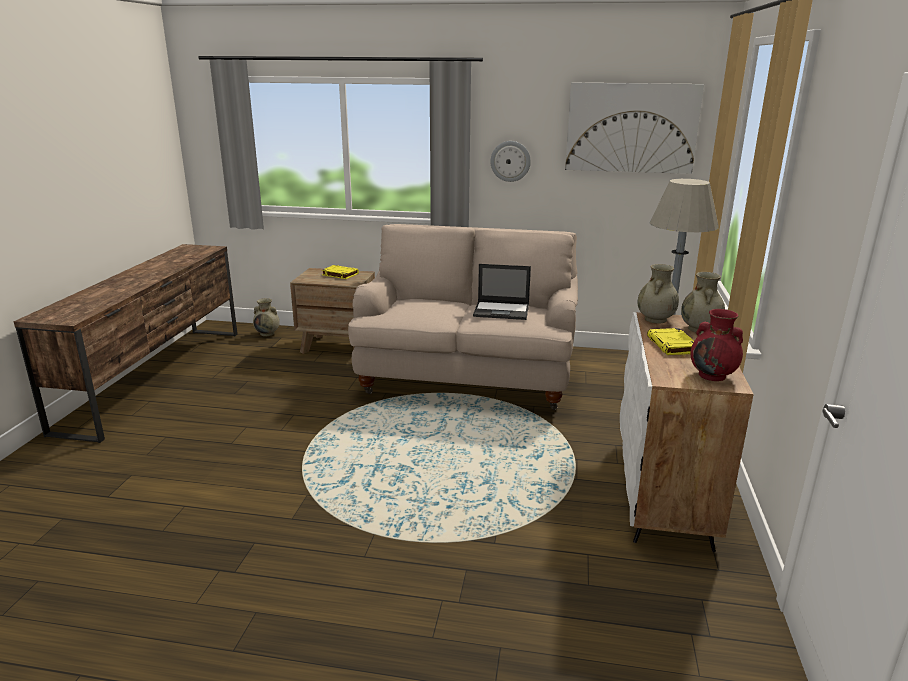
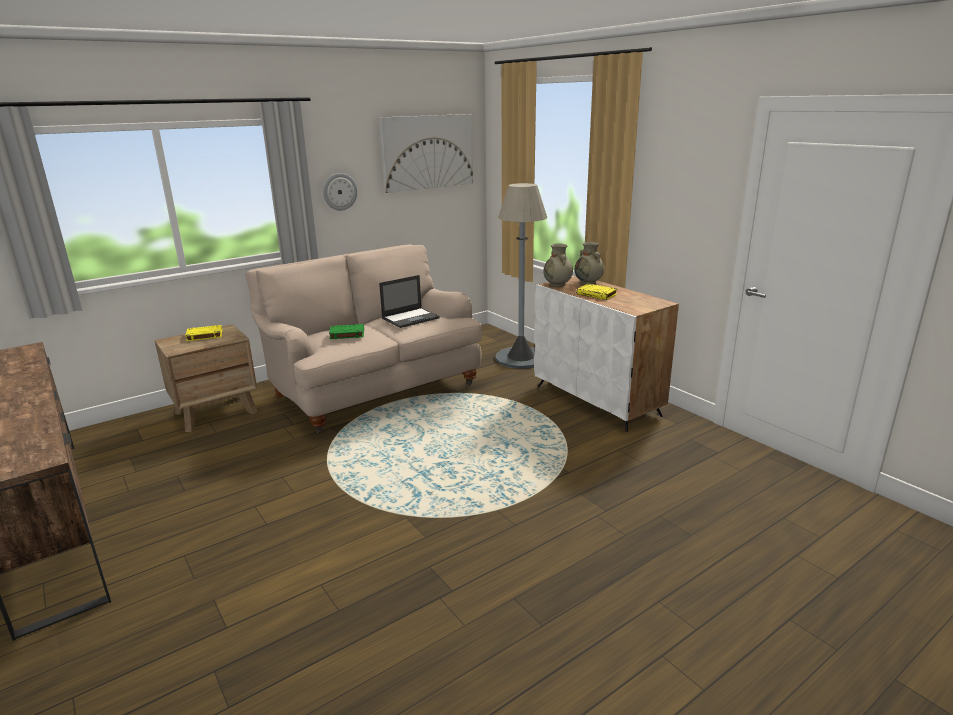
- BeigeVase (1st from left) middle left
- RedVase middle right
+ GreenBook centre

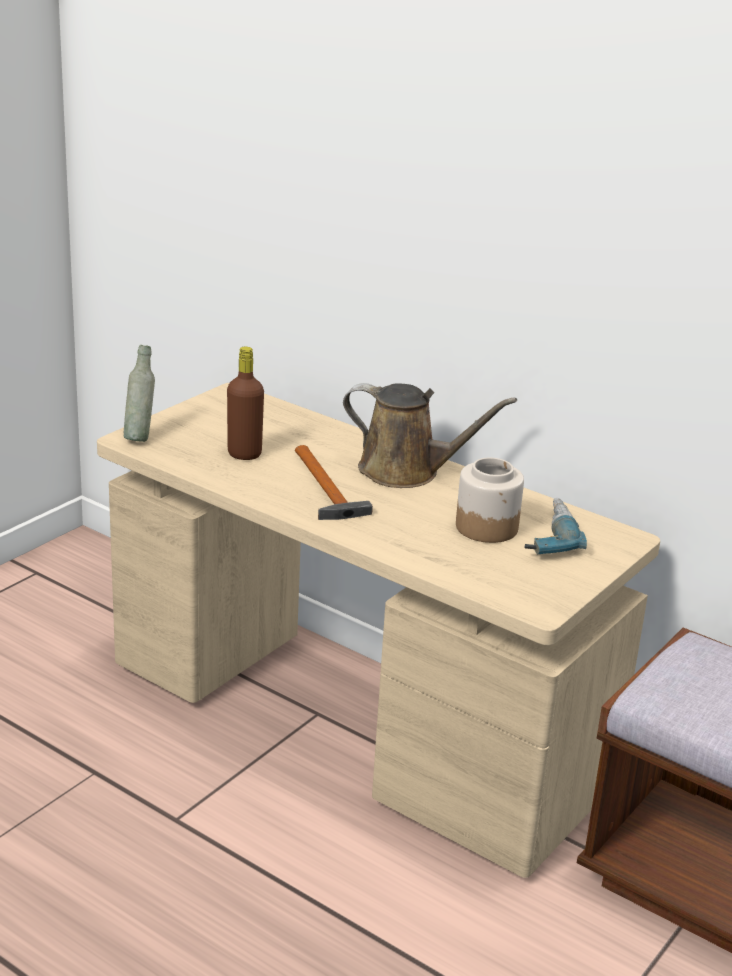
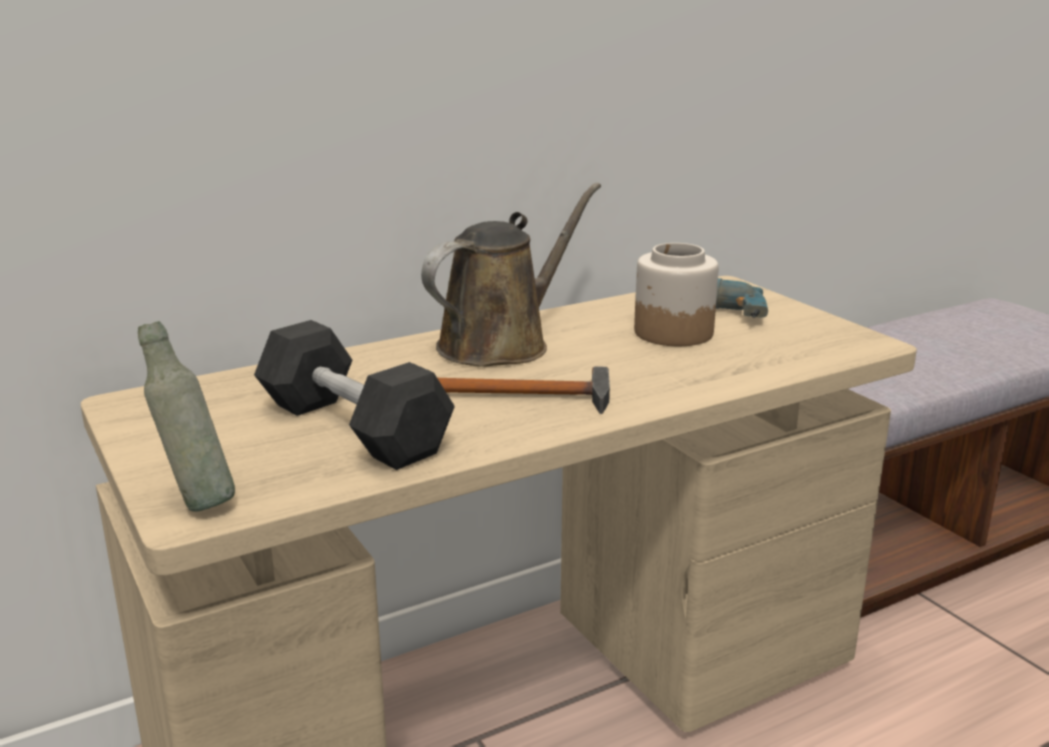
~ BrownBottle centre to GreyDumbbell centre

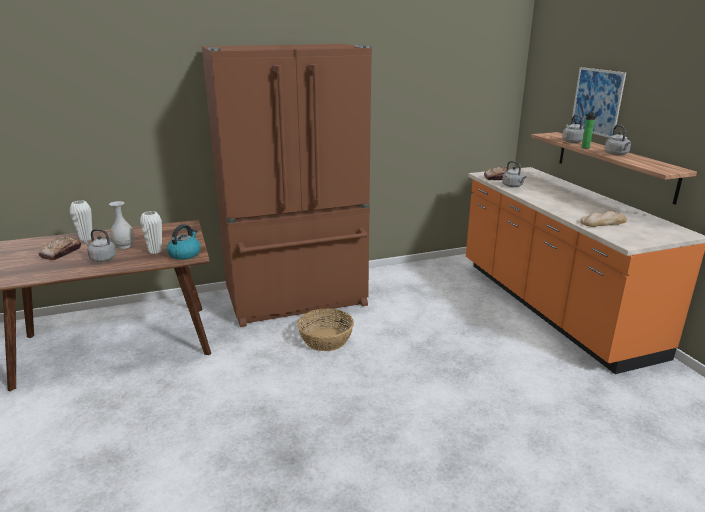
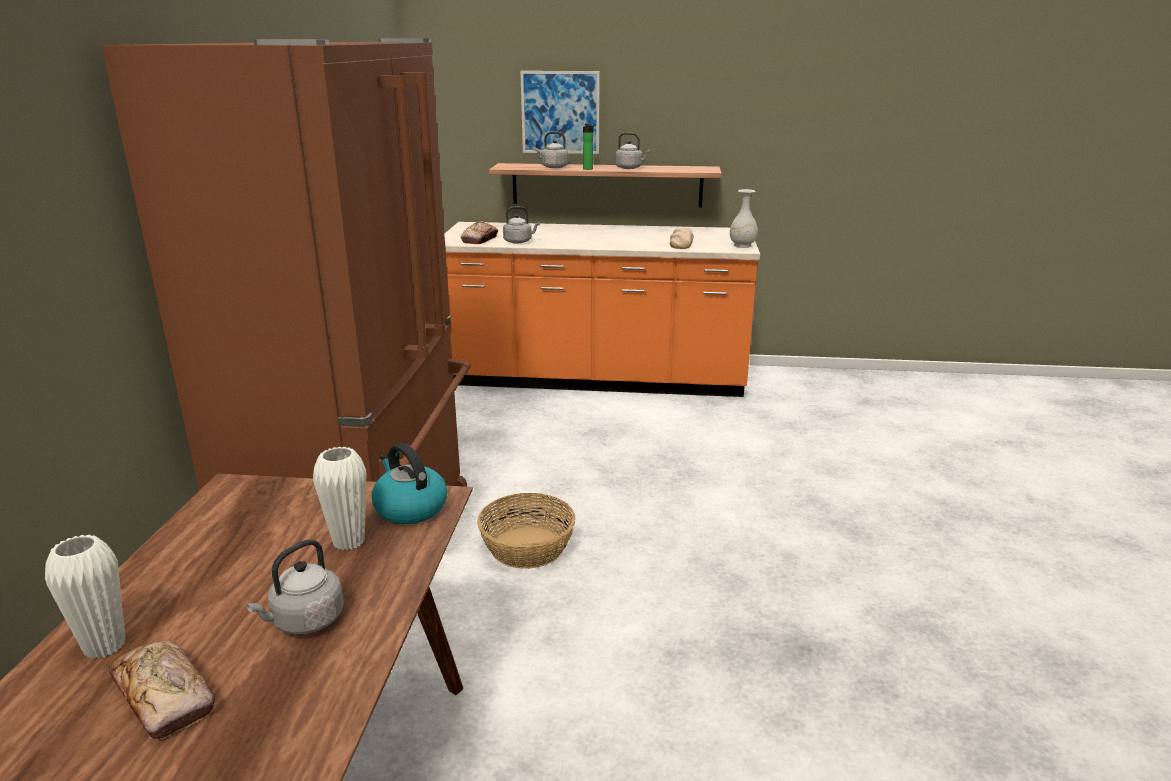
~ WhiteVase (2nd from left in the first image) middle left to WhiteVase (3rd from left) top centre

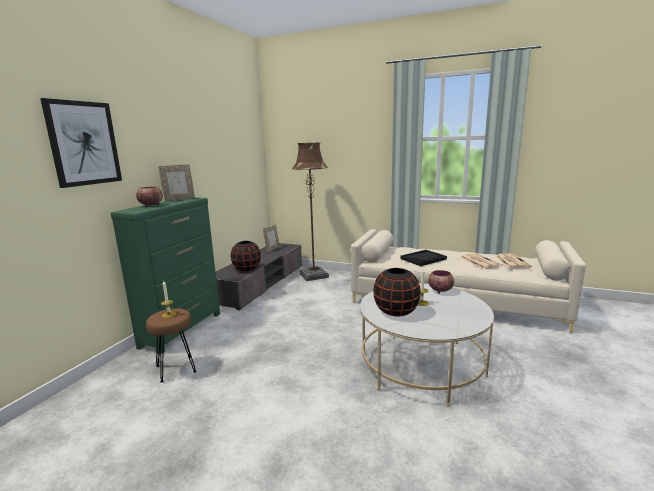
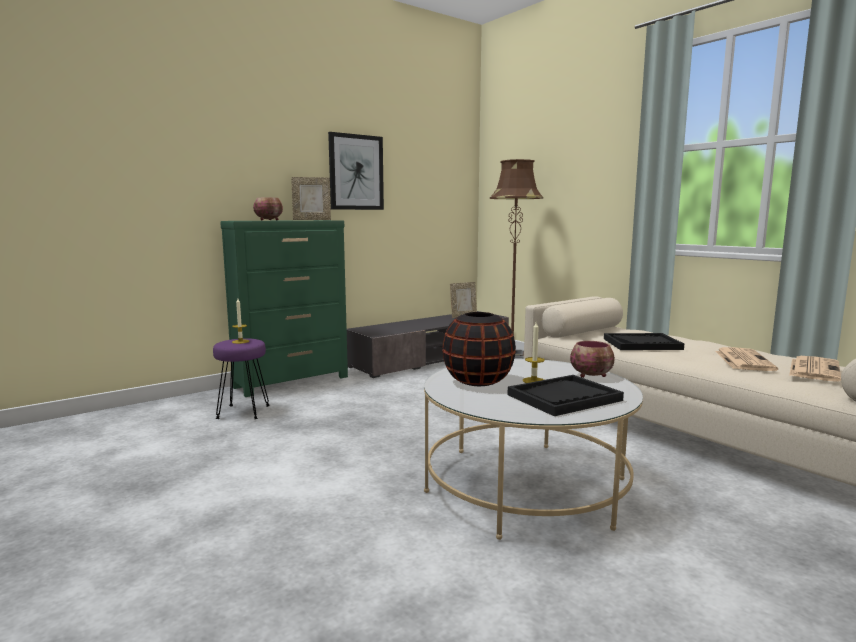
~ Picture top left to top centre
- BlackVase (1st from left) centre
~ BrownStool bottom left to PurpleStool middle left
+ BlackTray (1st from left) centre

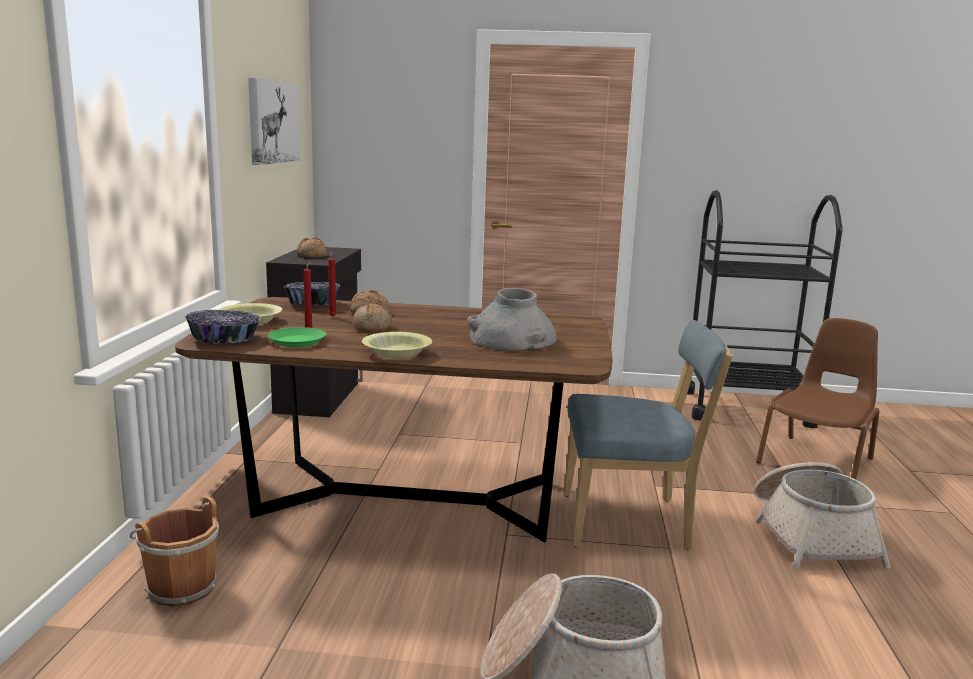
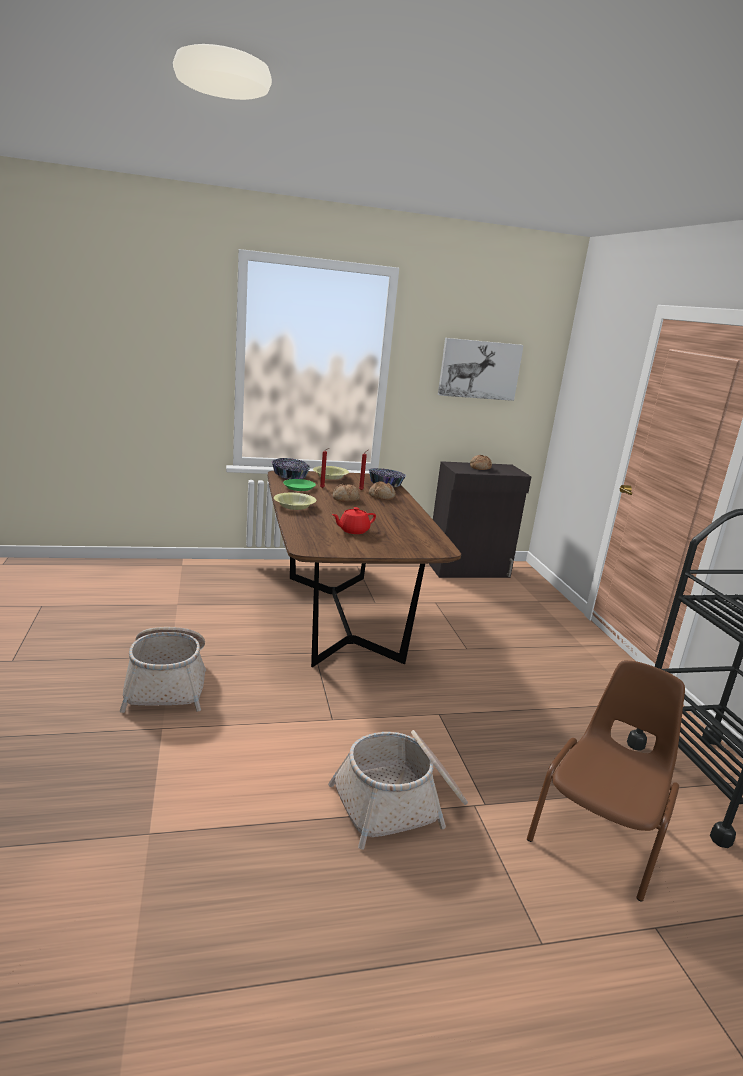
~ GreyVase centre to RedTeapot centre
~ BrownChair middle right = bottom right 75 degrees counterclockwise
- BlueChair centre
- BrownBucket bottom left

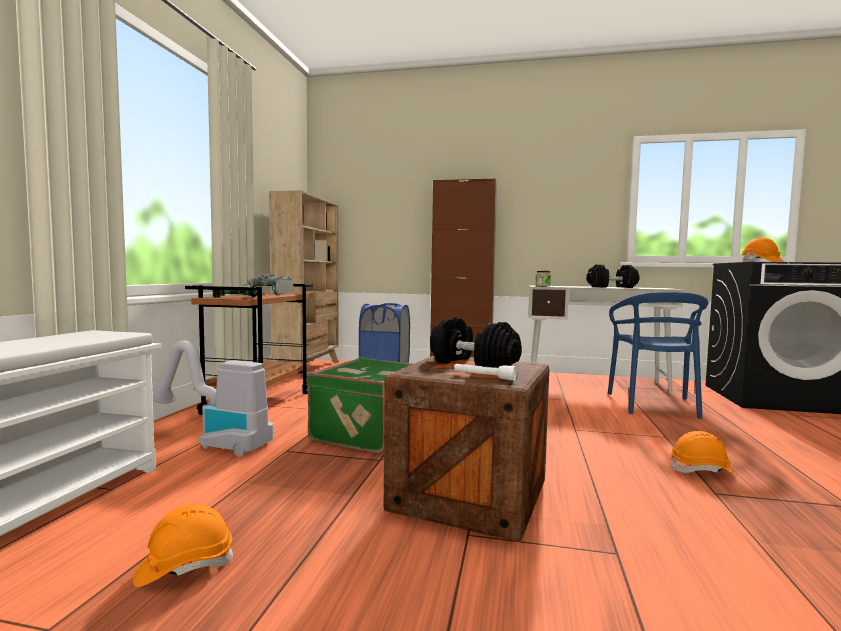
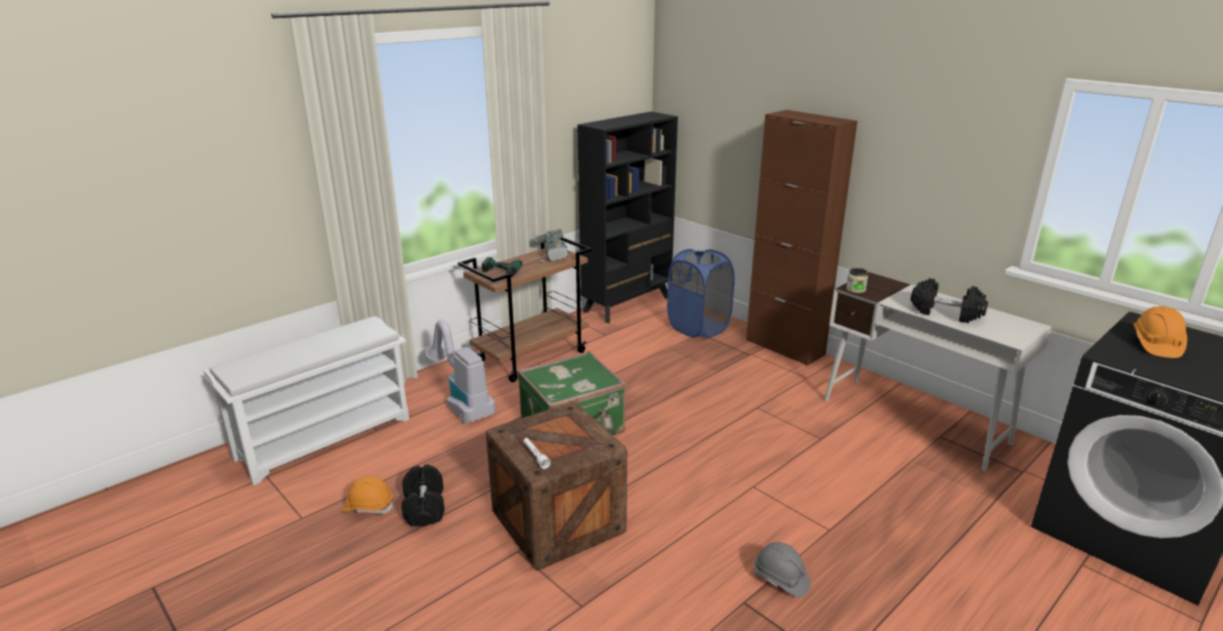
~ BeigeBookcase centre to BlackBookcase centre
- BlueChair middle right
~ BlackDumbbell (1st from left) centre to bottom centre
~ OrangeHardHat (2nd from left) bottom right to GreyHardHat bottom centre

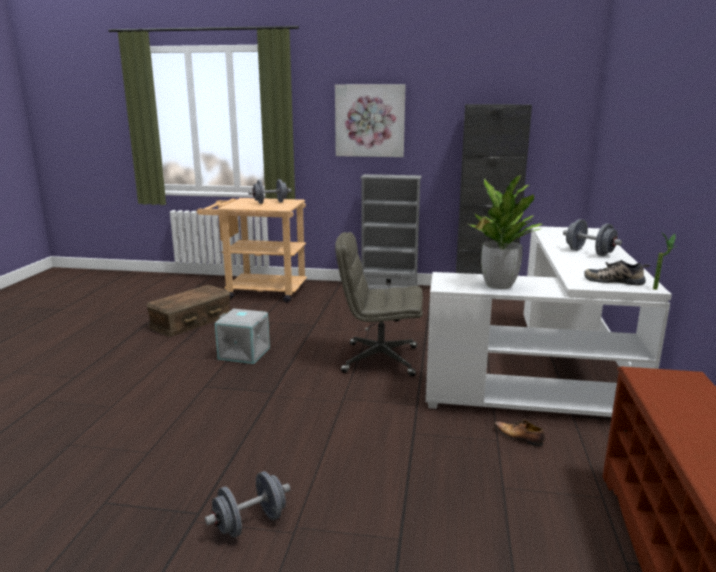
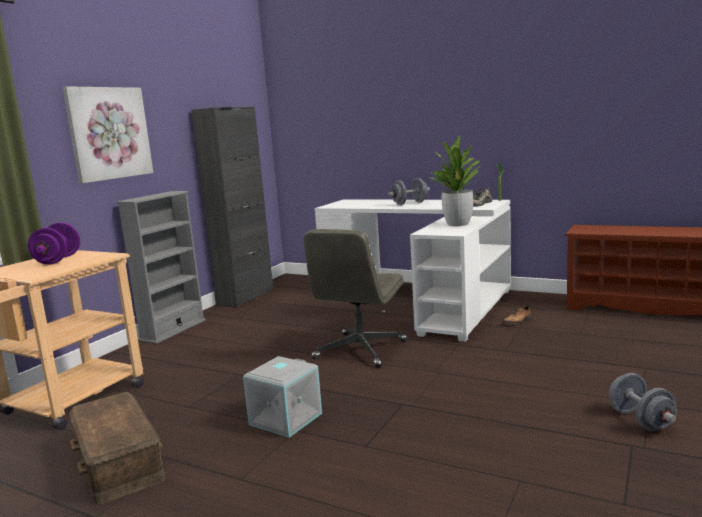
~ GreyDumbbell (2nd from left) centre to PurpleDumbbell middle left

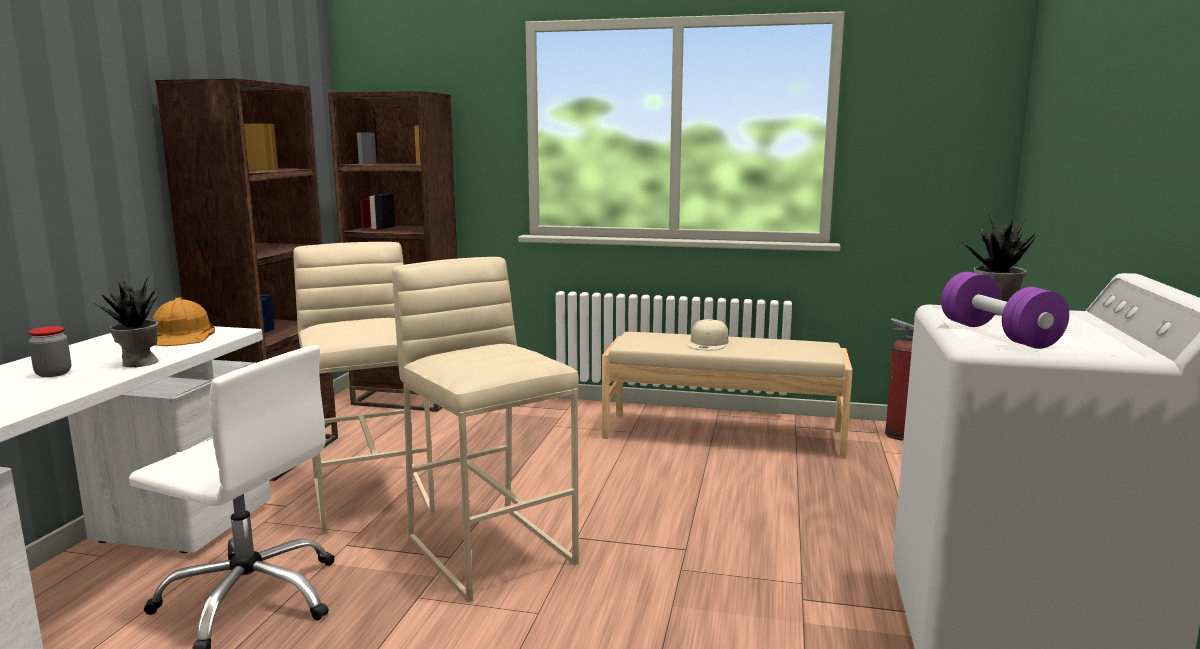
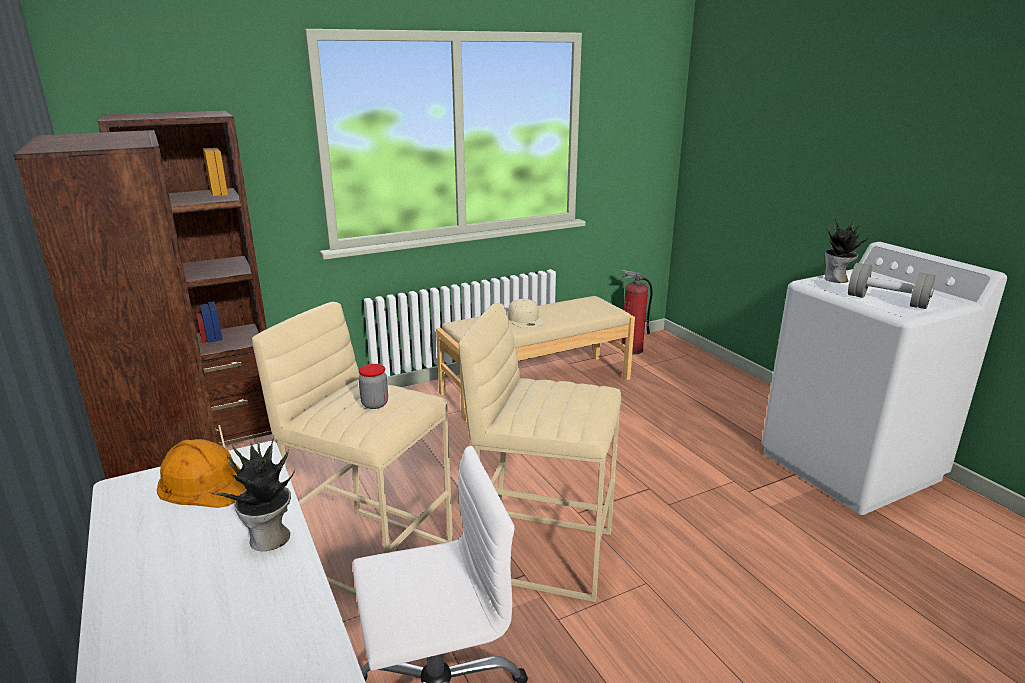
~ PurpleDumbbell middle right to GreyDumbbell middle right
~ Jar middle left to centre

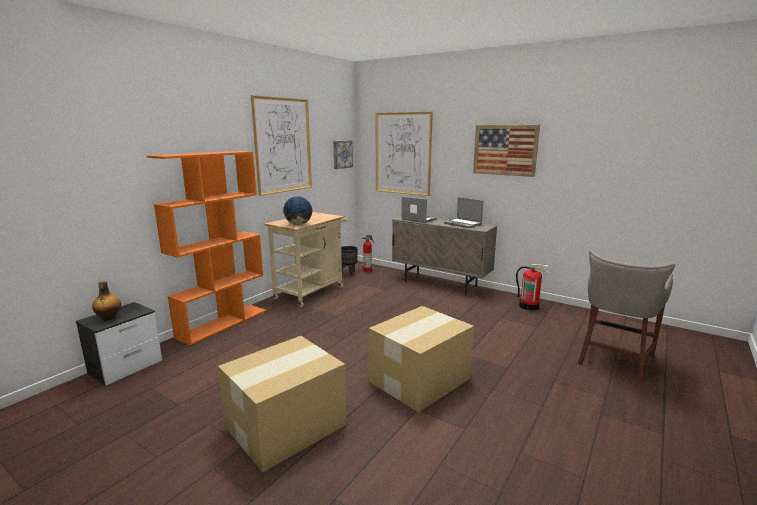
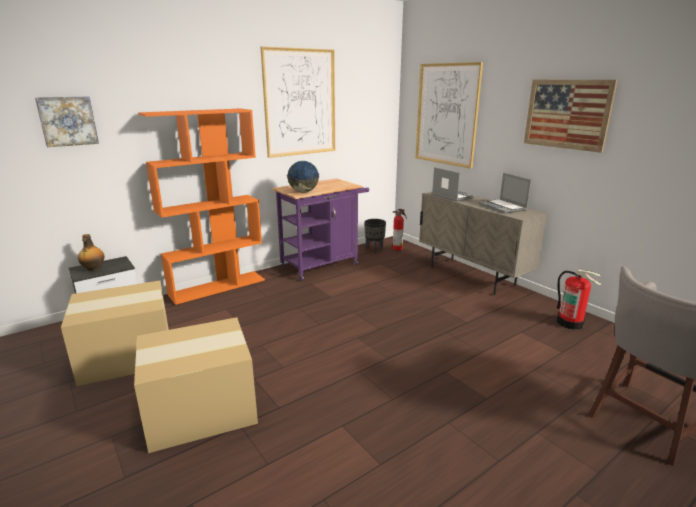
~ Picture (2nd from left in the first image) top centre to Picture (1st from left) top left
~ BeigeCart centre to PurpleCart centre
~ CardboardBox (2nd from left in the first image) bottom centre to CardboardBox (1st from left) middle left

